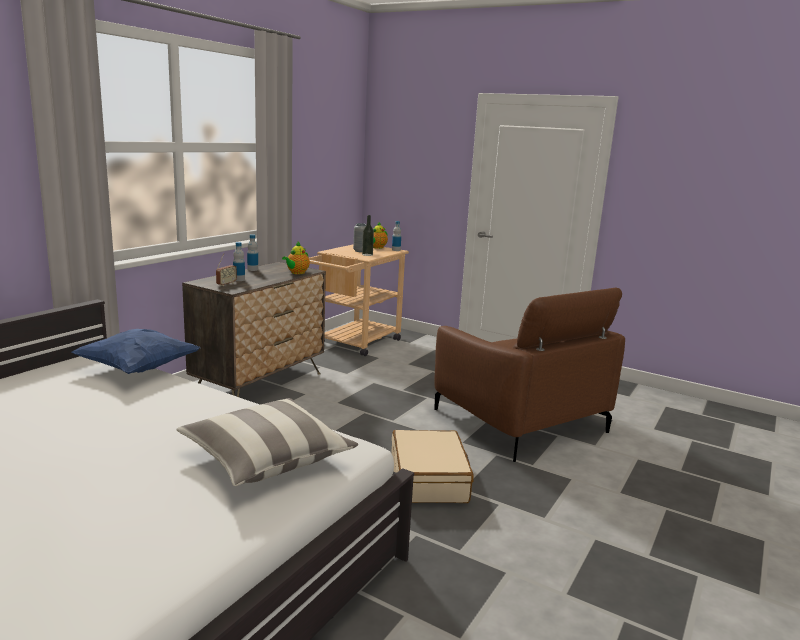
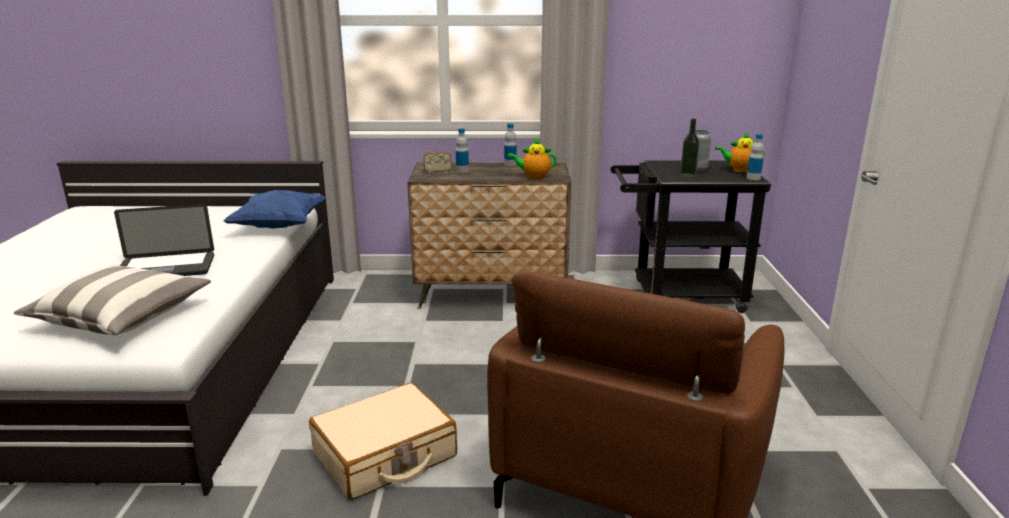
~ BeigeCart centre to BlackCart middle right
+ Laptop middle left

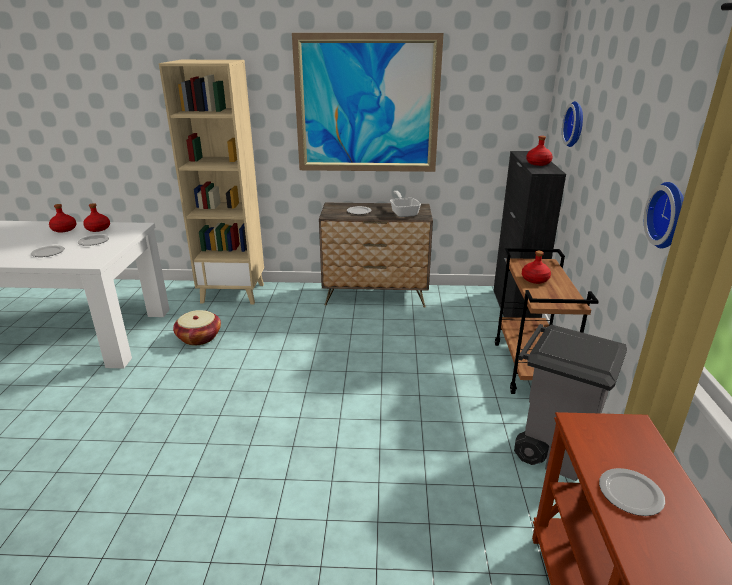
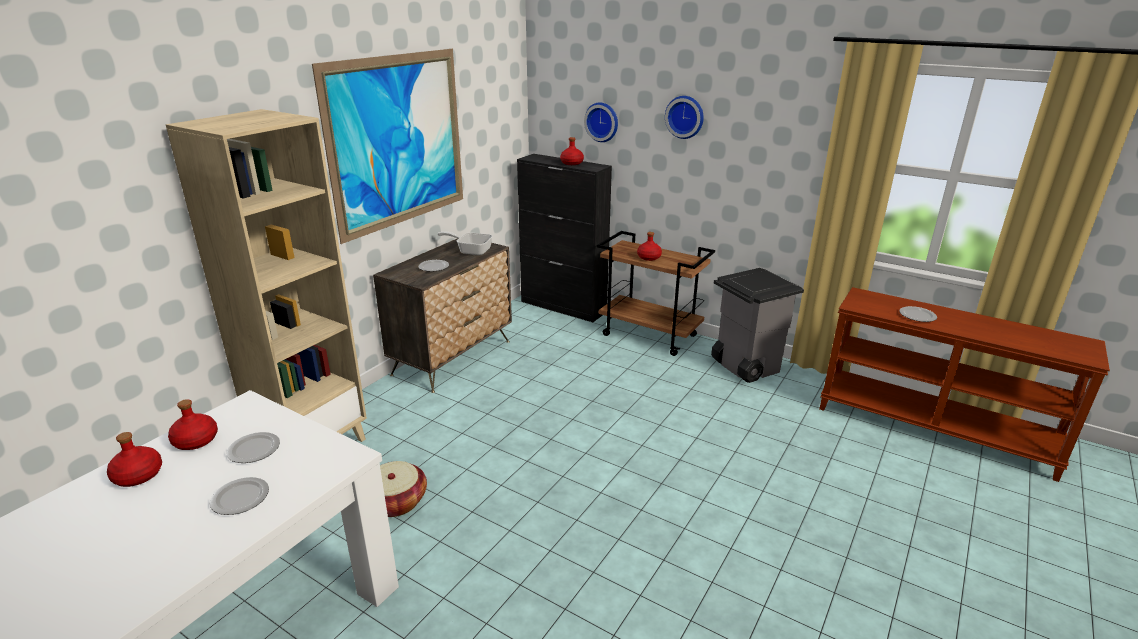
~ WallClock (2nd from left) middle right to top centre

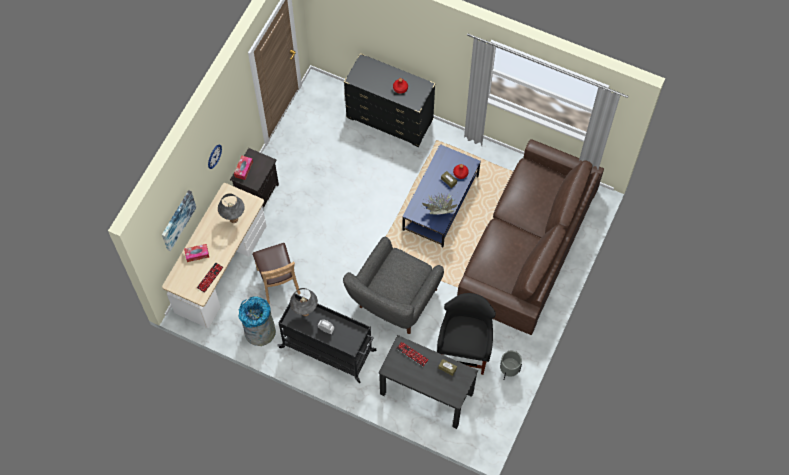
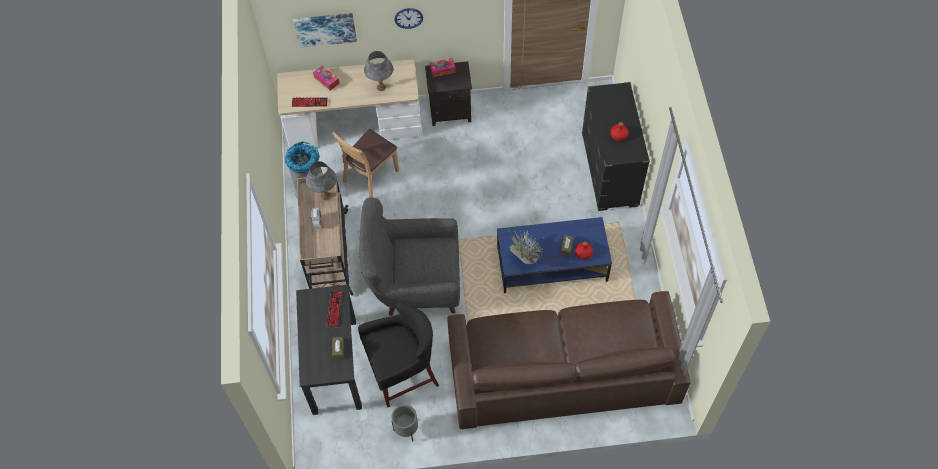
~ BlackCart bottom centre to BeigeCart centre

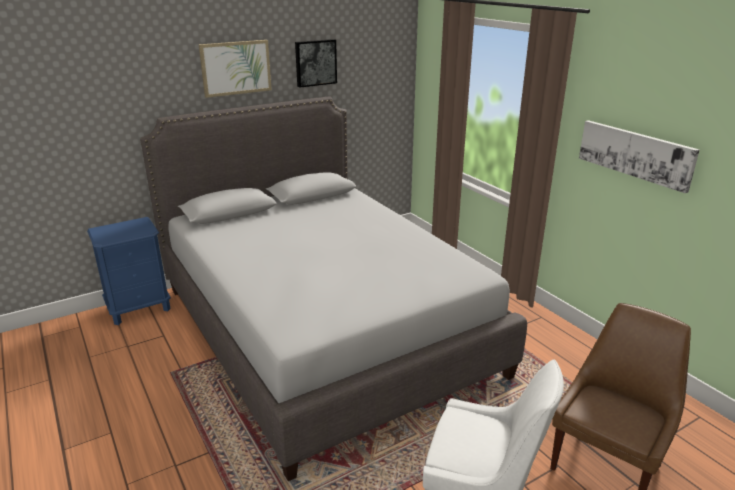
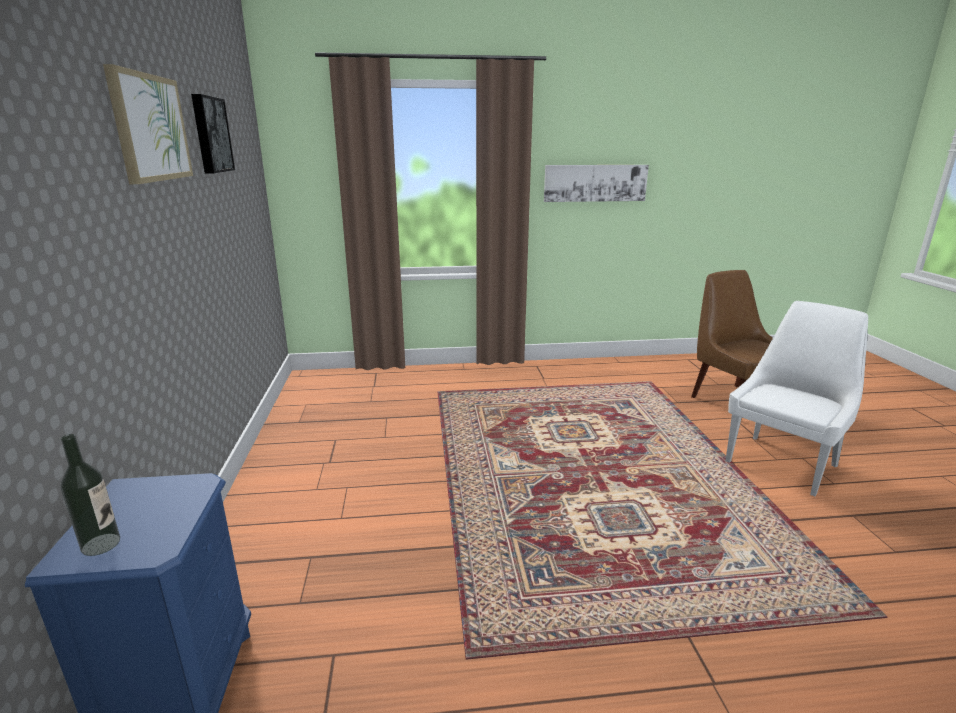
- GreyBed centre
+ Bottle bottom left

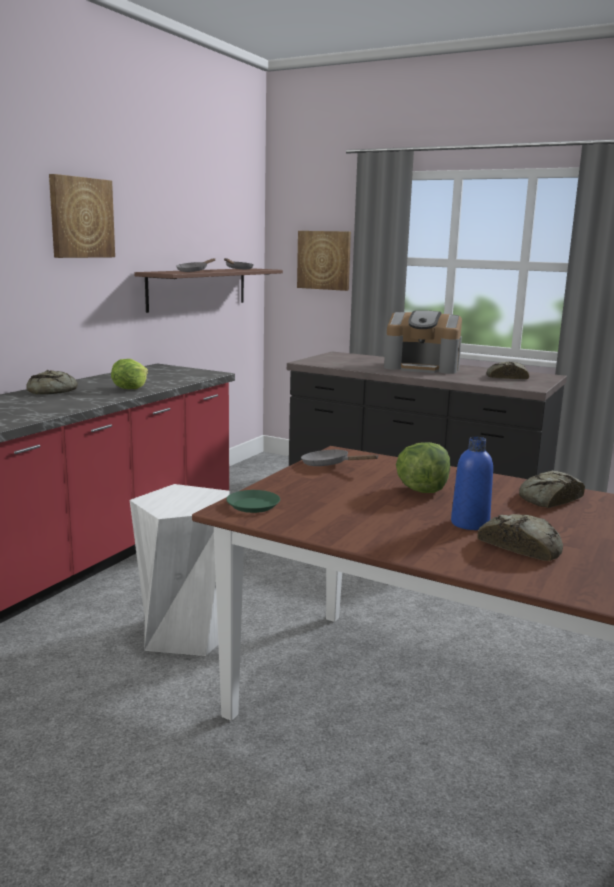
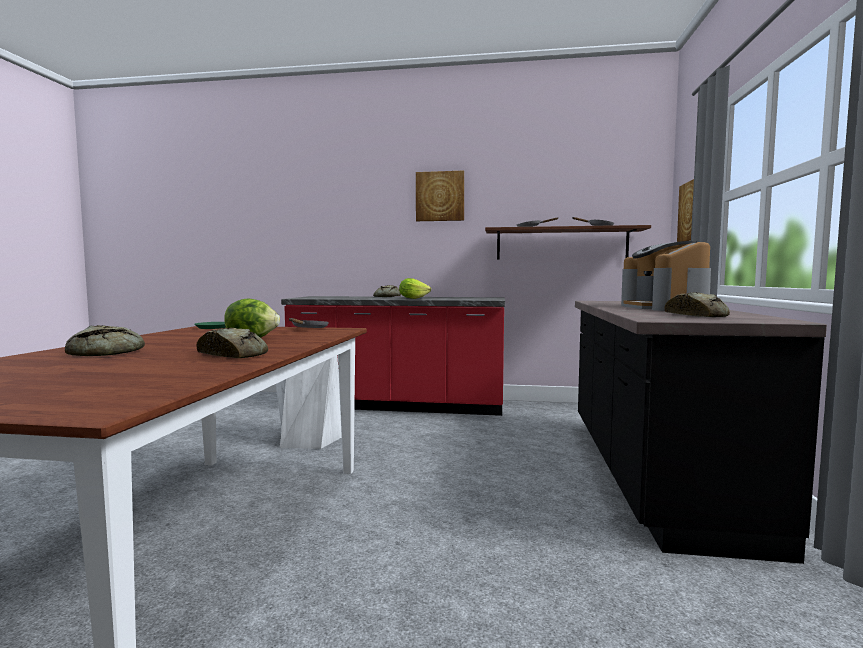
- BlueBottle middle right

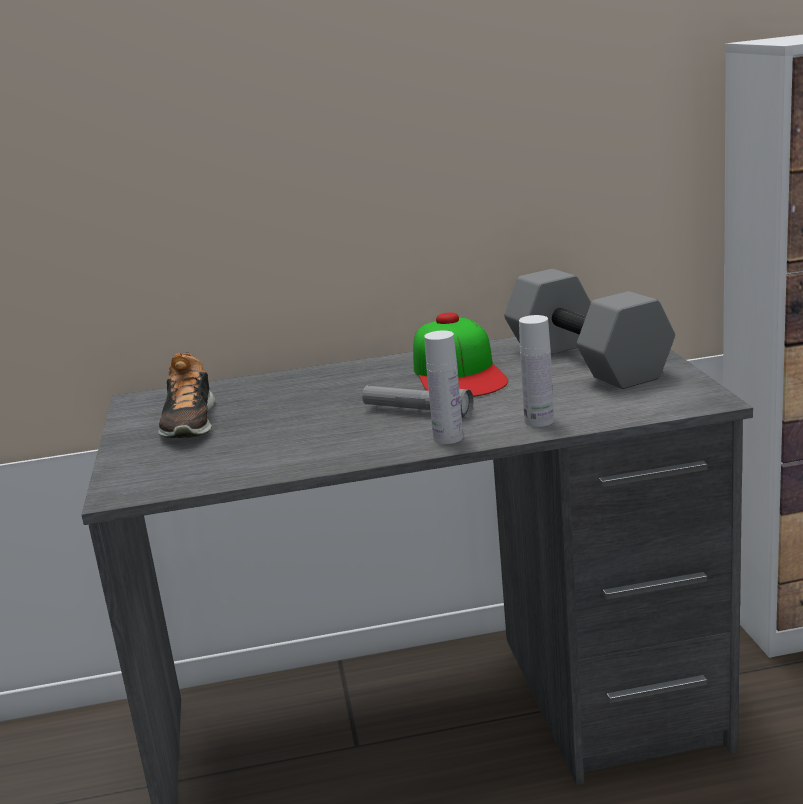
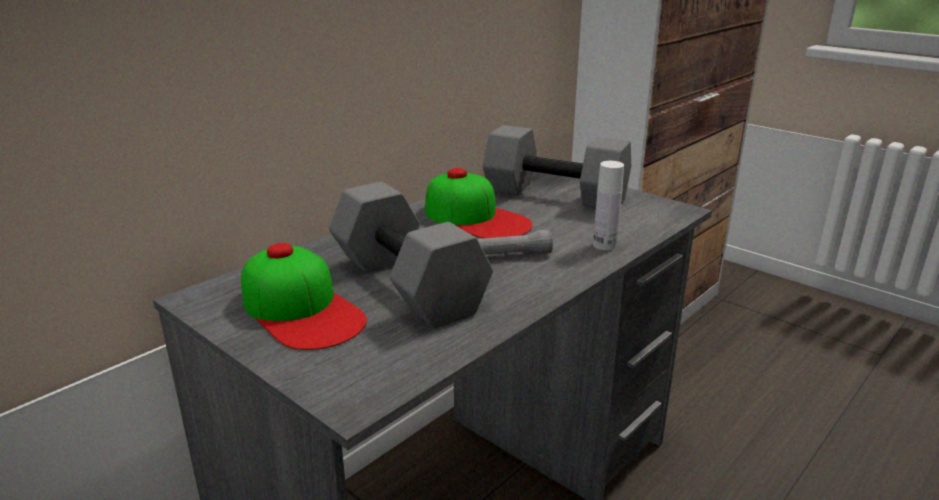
- WhiteBottle (1st from left) centre
~ Shoe middle left to Cap (1st from left) middle left
+ GreyDumbbell (1st from left) centre

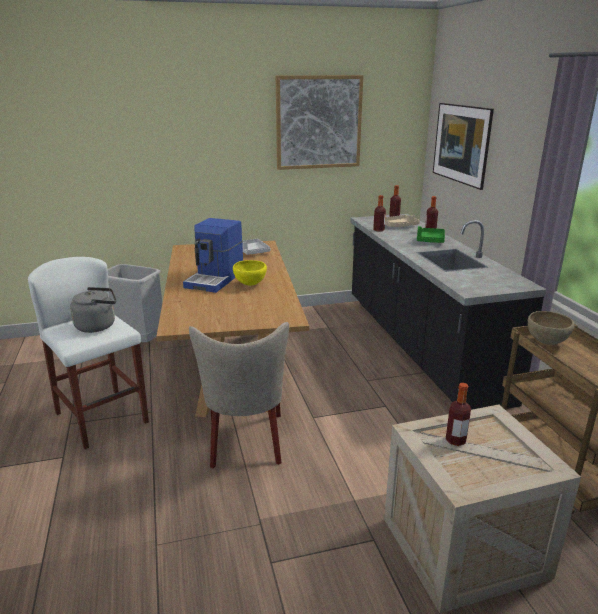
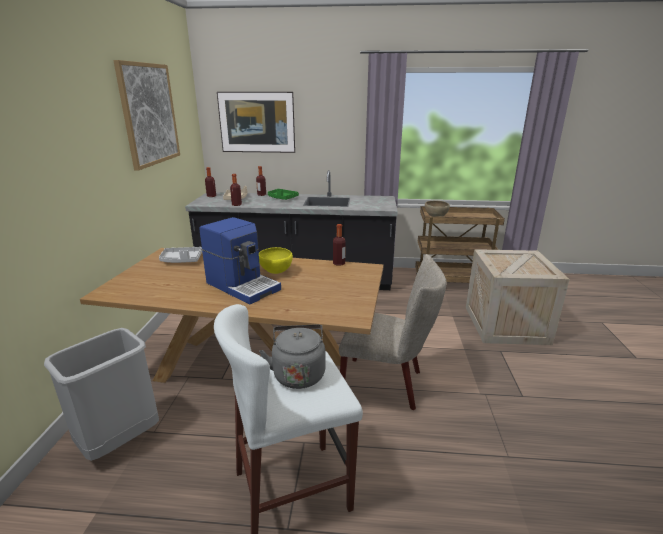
~ Bottle (4th from left) bottom right to centre

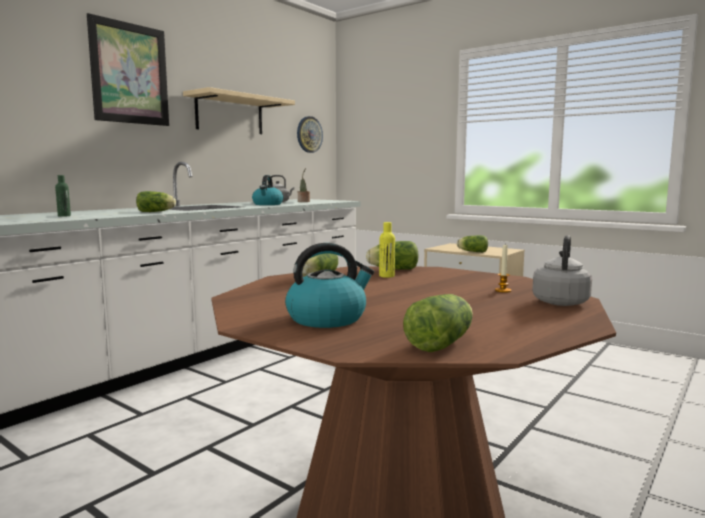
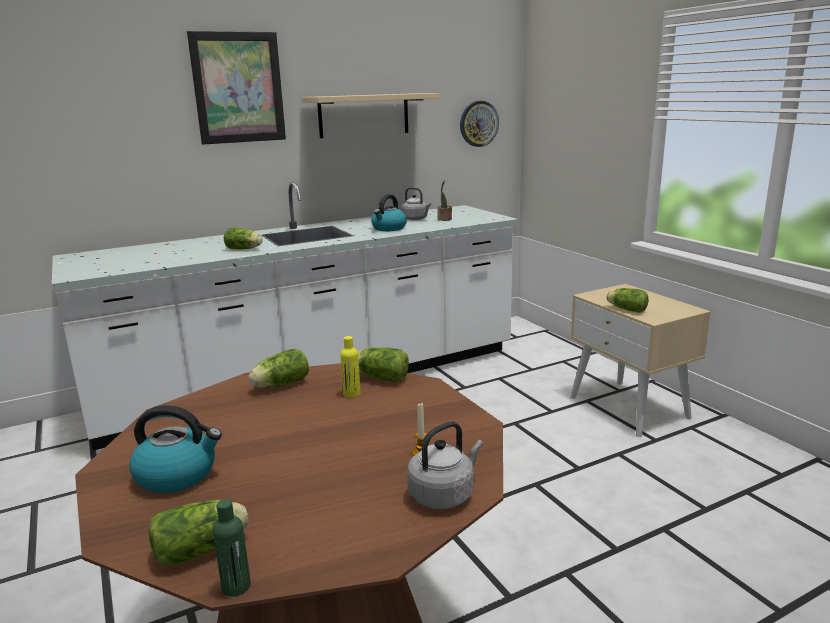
~ GreenBottle middle left to bottom left

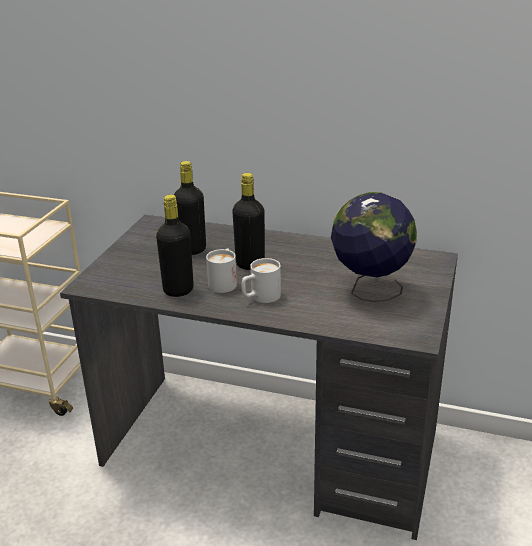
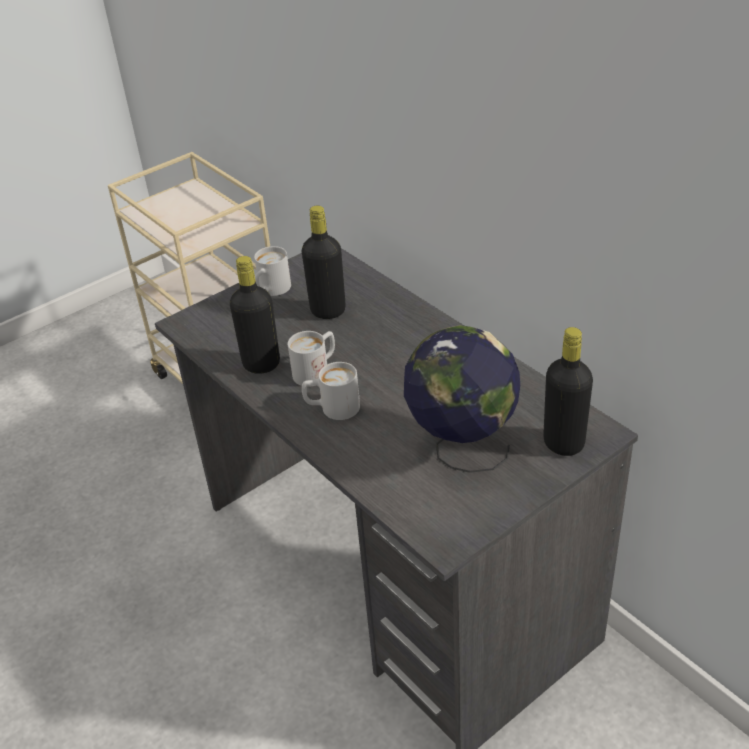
~ BlackBottle (3rd from left) centre to middle right
+ WhiteMug (1st from left) centre

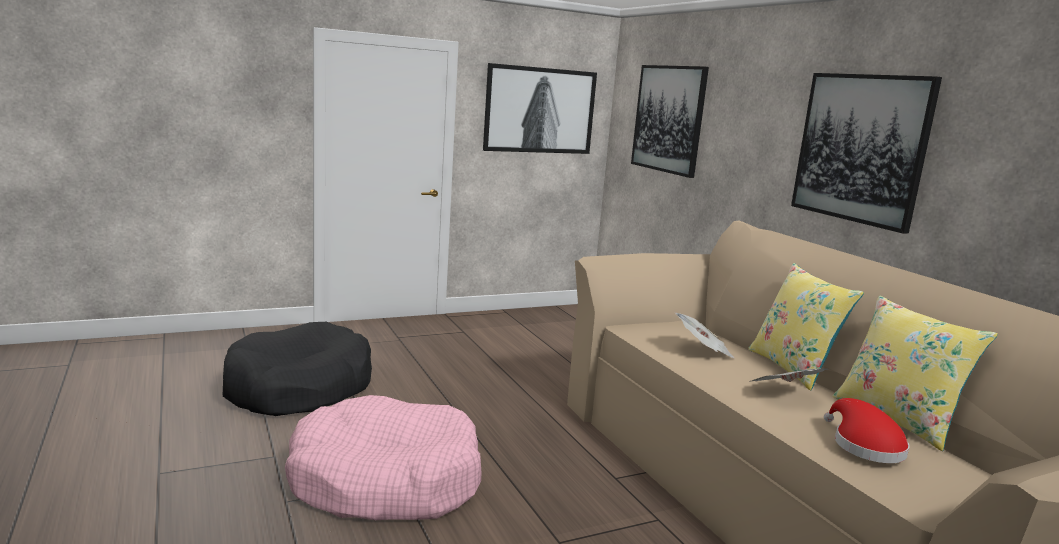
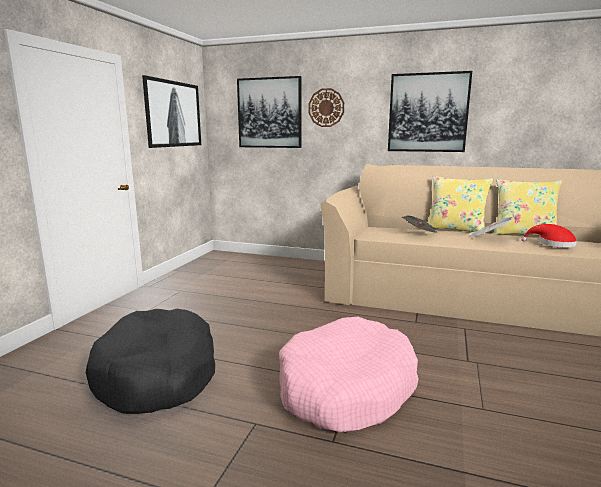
+ WallClock top centre

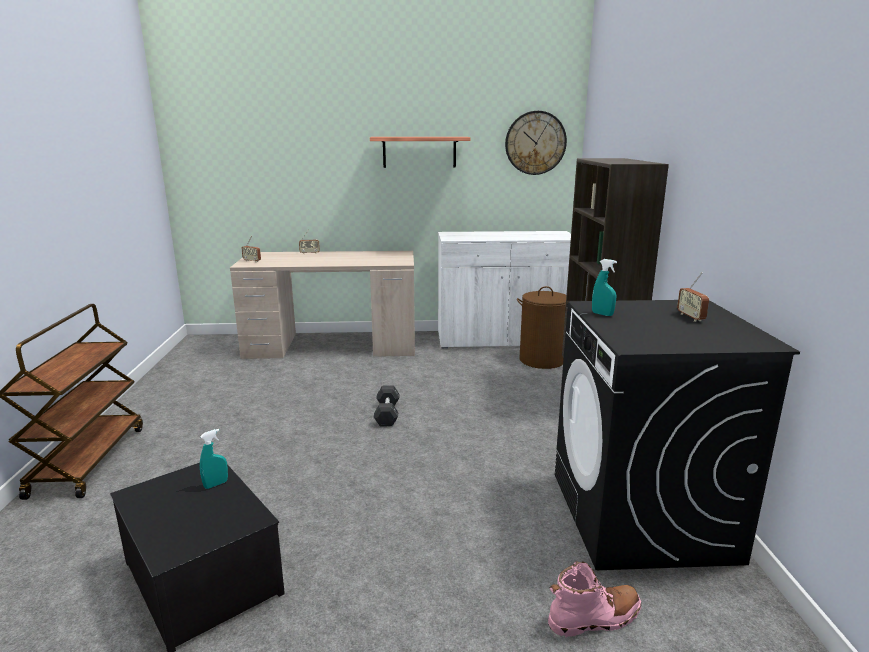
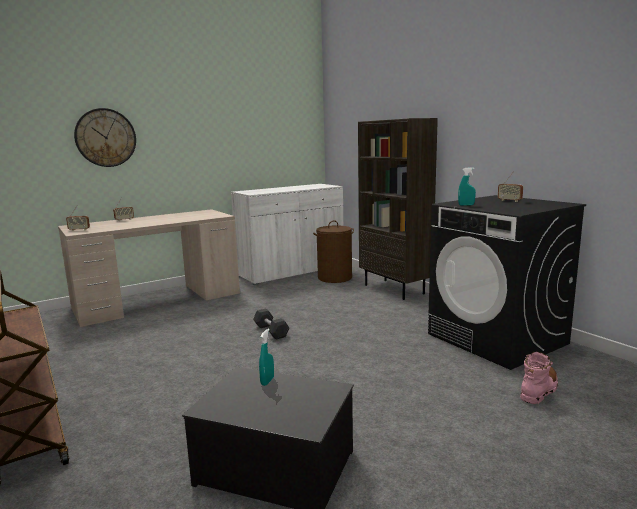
~ WallClock top centre to top left
- Shelf top centre

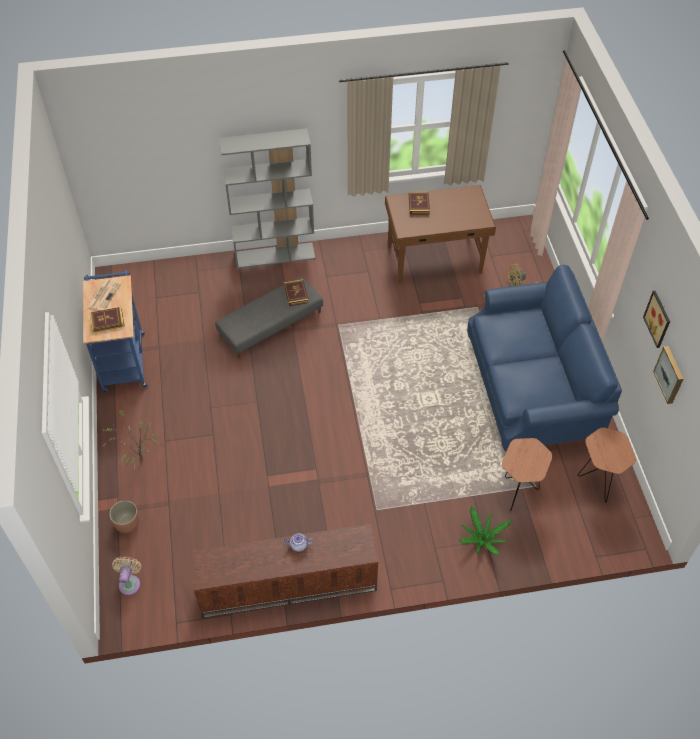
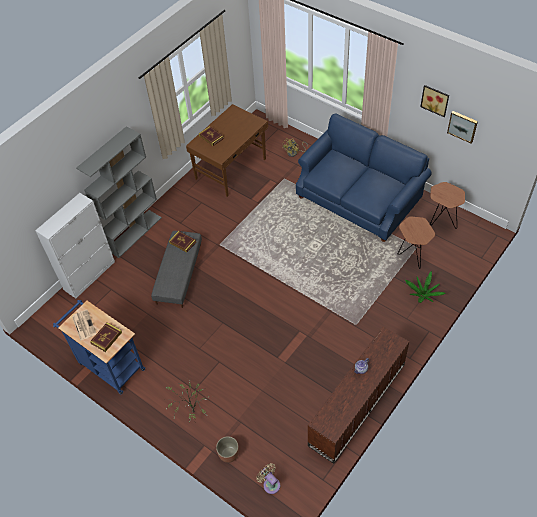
+ WhiteCabinet middle left

